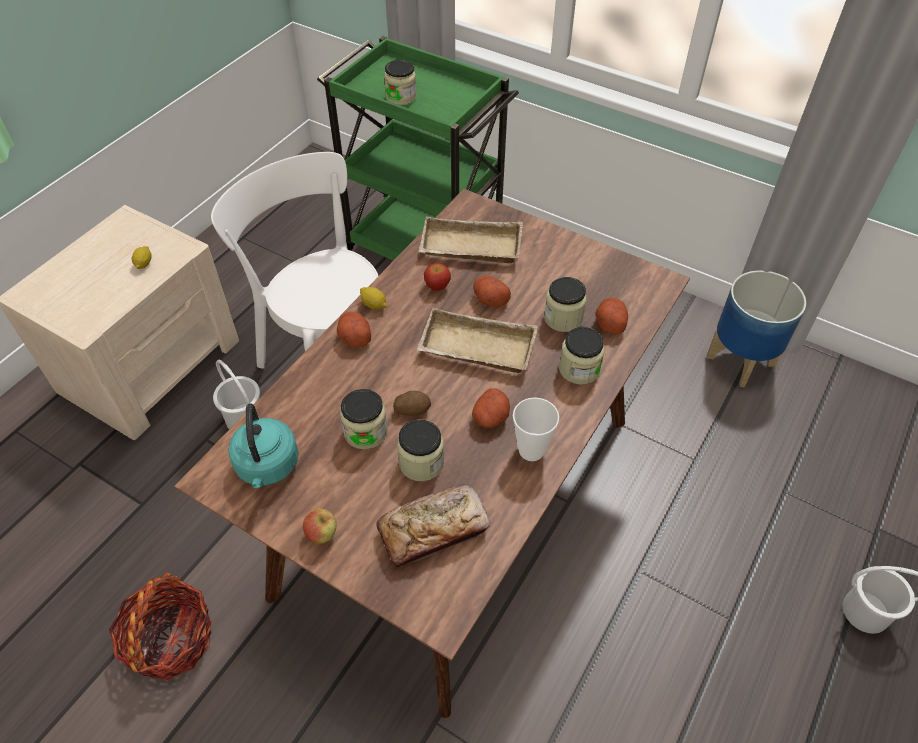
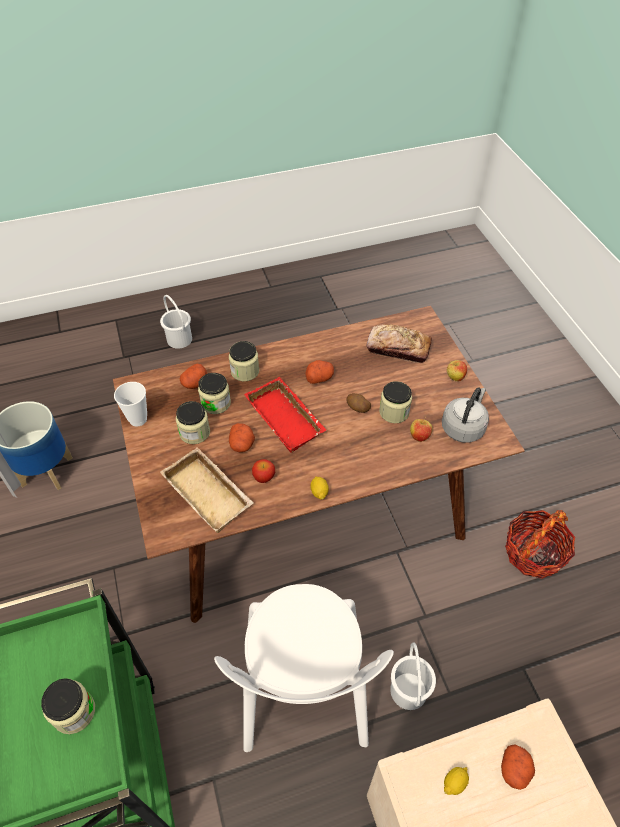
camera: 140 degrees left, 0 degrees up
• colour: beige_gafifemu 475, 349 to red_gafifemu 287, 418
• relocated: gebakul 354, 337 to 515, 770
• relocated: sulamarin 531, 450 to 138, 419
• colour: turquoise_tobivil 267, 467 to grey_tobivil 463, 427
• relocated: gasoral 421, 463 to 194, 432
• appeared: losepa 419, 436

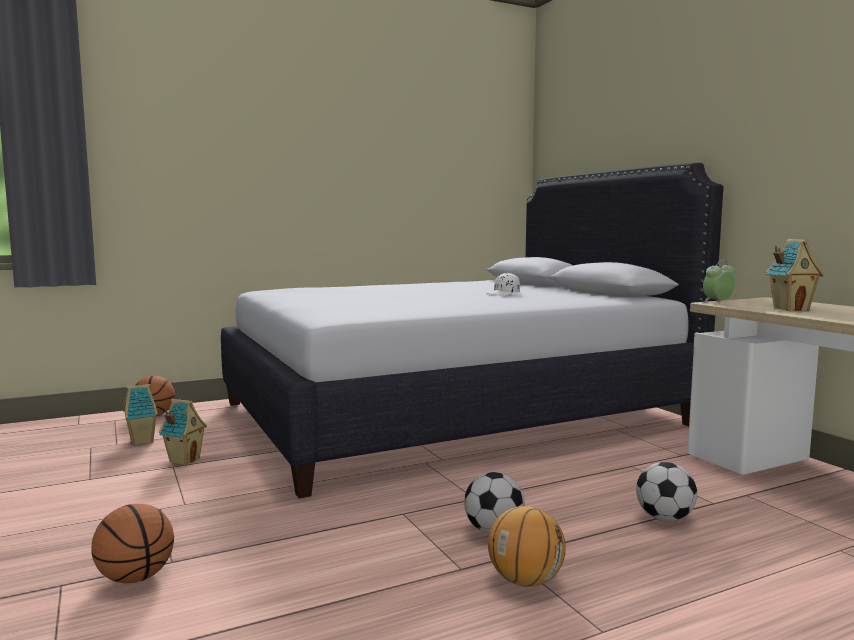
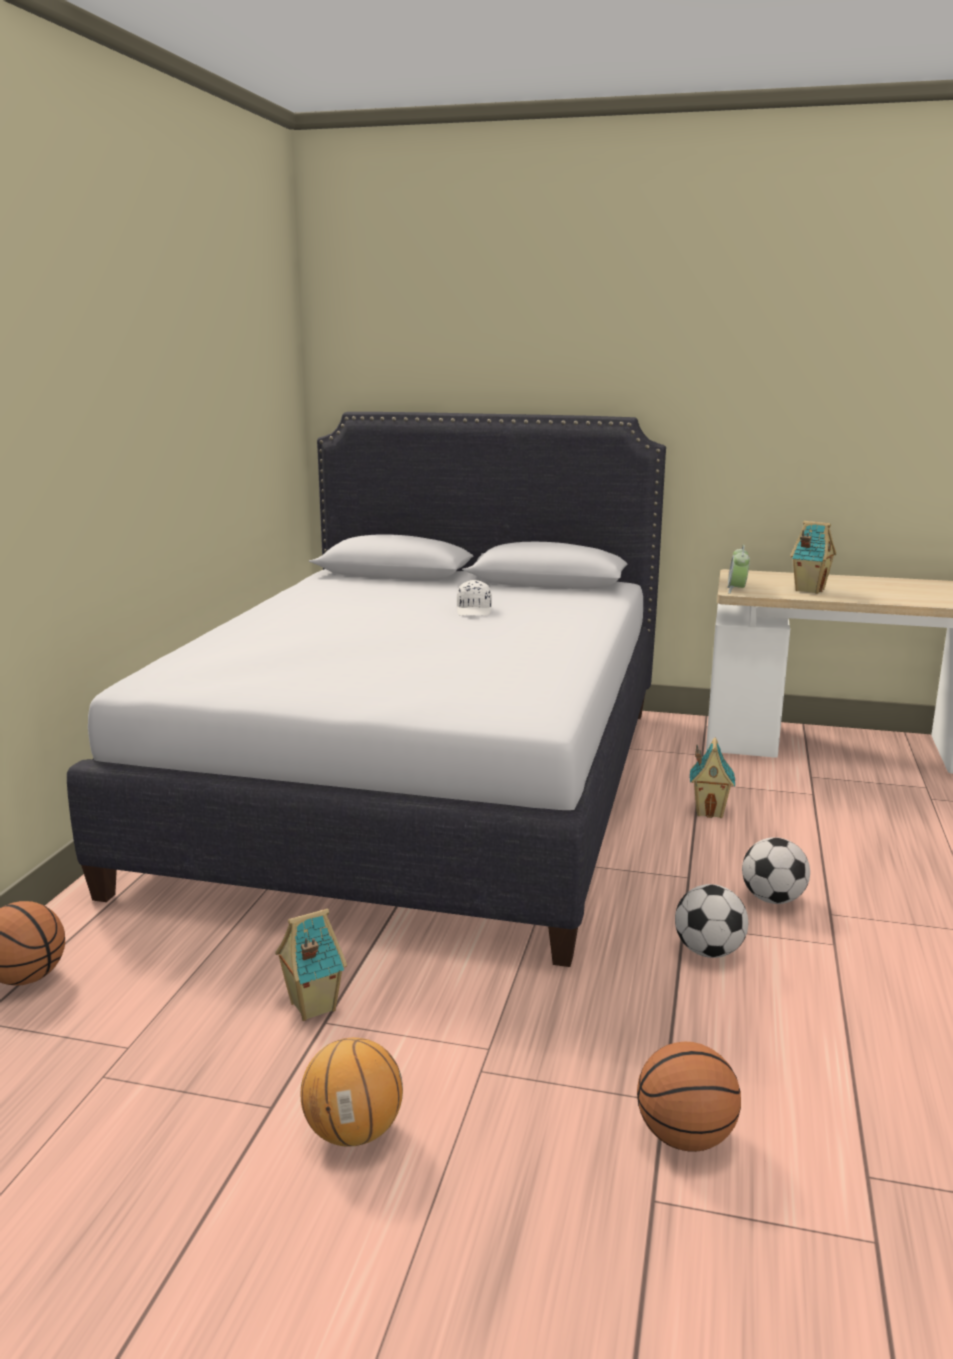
camera: 50 degrees left, 10 degrees up
• relocated: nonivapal 143, 441 to 710, 811
• relocated: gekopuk 664, 518 to 708, 951
• relocated: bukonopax 525, 581 to 353, 1132

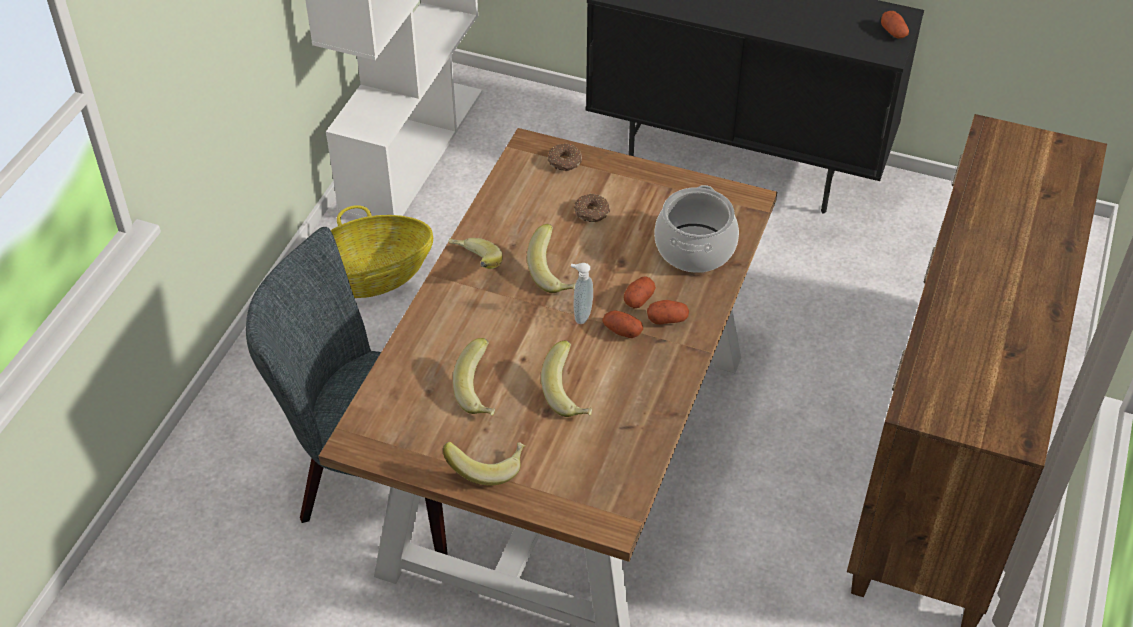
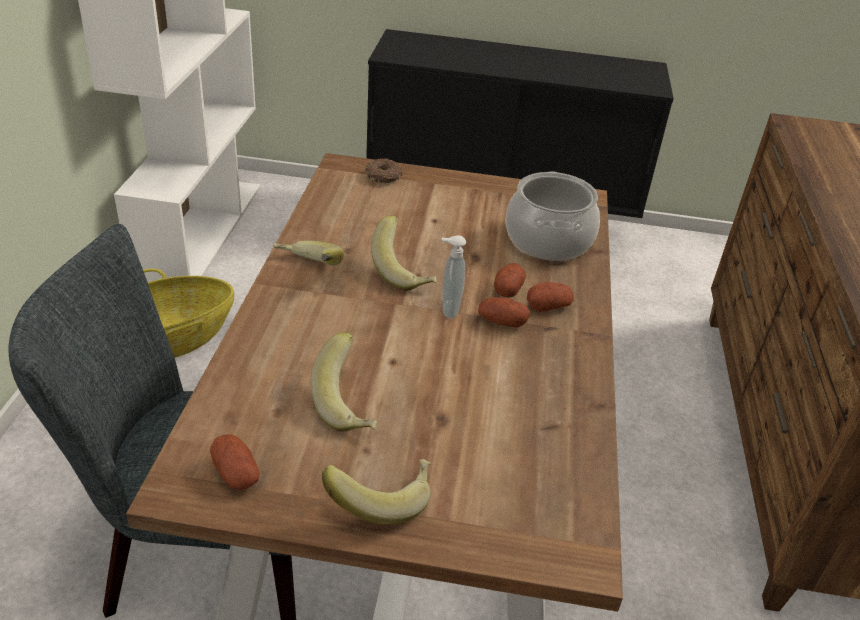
camera: 15 degrees left, 10 degrees down
• relocated: gebakul 893, 32 to 236, 473
• missing: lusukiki 591, 213
• missing: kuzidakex 571, 394

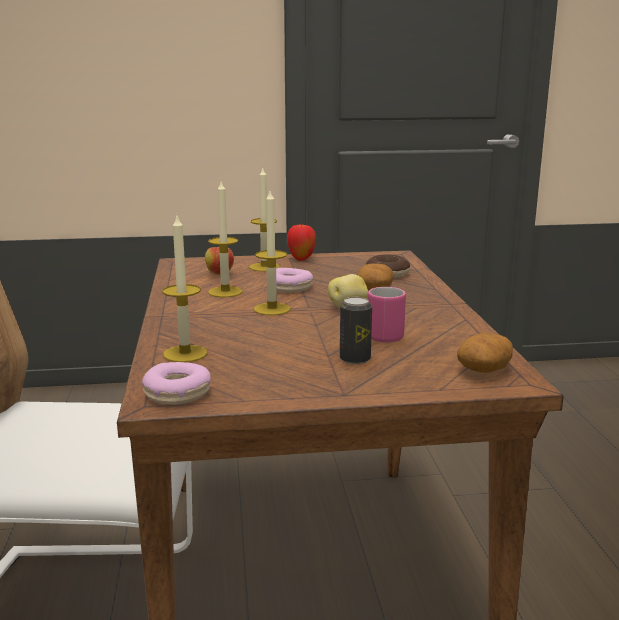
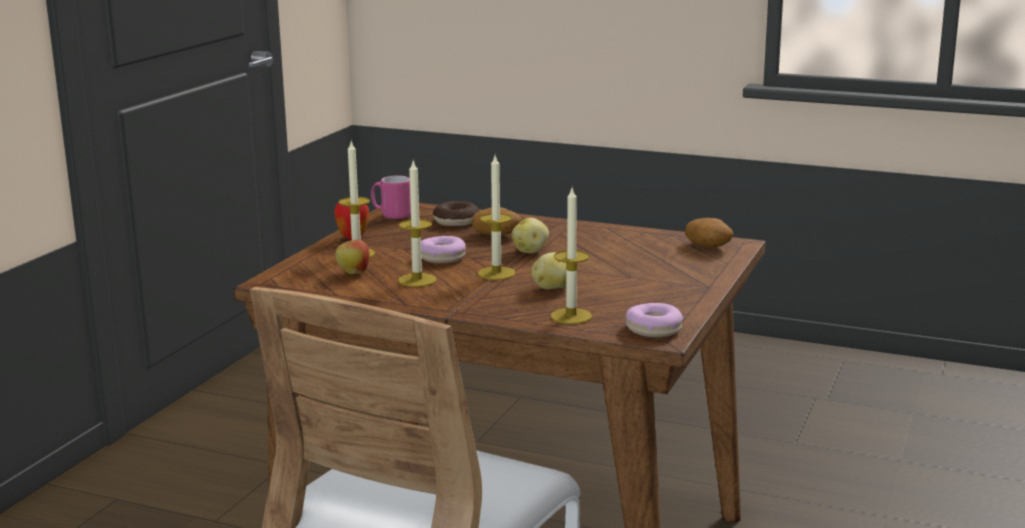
camera: 60 degrees left, 0 degrees up
• relocated: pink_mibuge 382, 335 to 391, 215
• missing: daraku 355, 359
• appeared: gebakul 552, 288

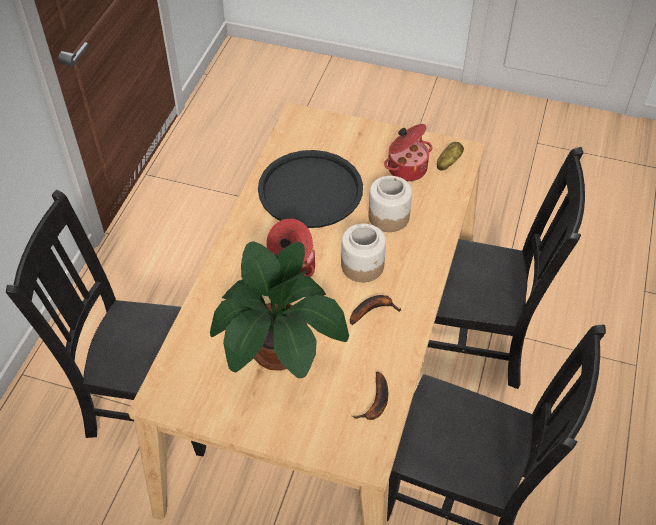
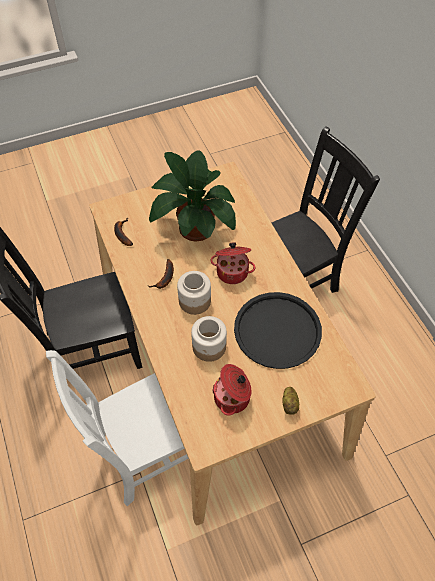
camera: 140 degrees right, 5 degrees up
• relocated: gebakul 448, 163 to 290, 404
• colour: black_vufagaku 470, 341 to white_vufagaku 149, 451

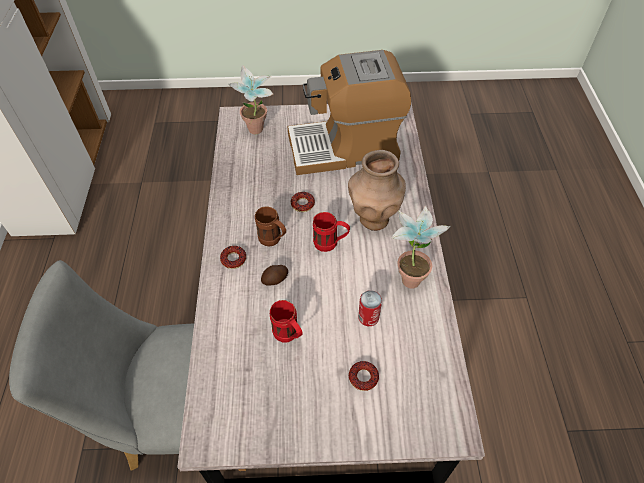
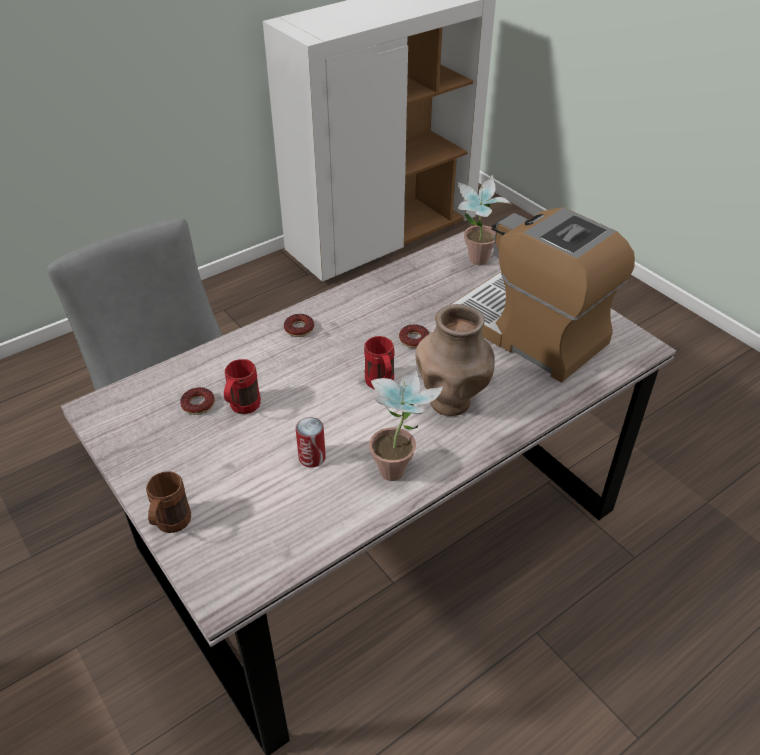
camera: 55 degrees right, 10 degrees down
• relocated: brown_mibuge 273, 241 to 170, 527
• missing: gebakul 275, 279
• relocated: lusukiki 363, 377 to 198, 404

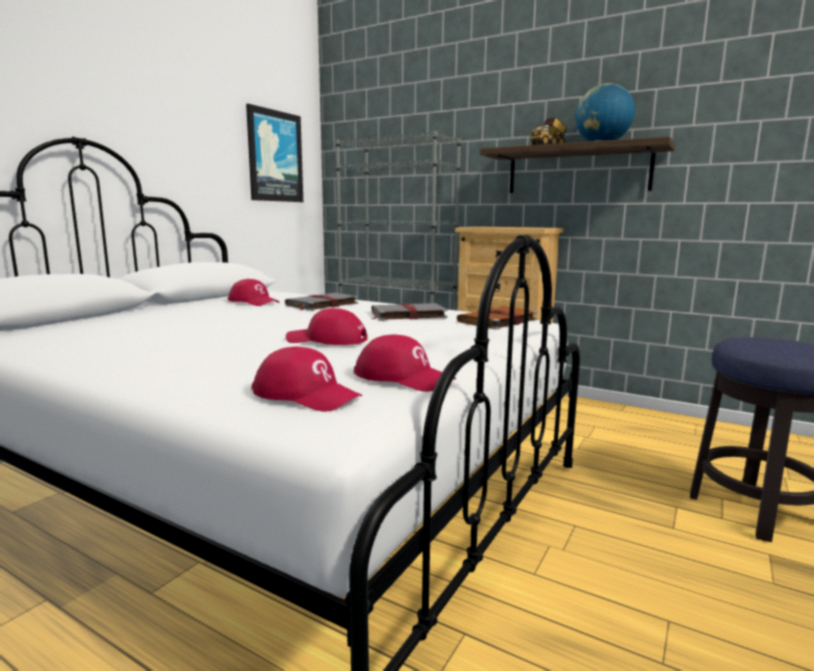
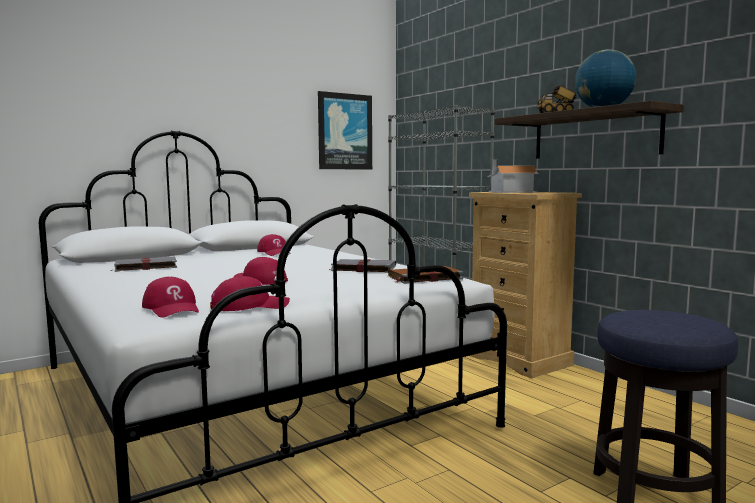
camera: 25 degrees right, 5 degrees down
• relocated: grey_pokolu 321, 304 to 144, 266
• spun: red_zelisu 404, 377 = 249, 306 75 degrees counterclockwise
• appeared: nonivapal 508, 192

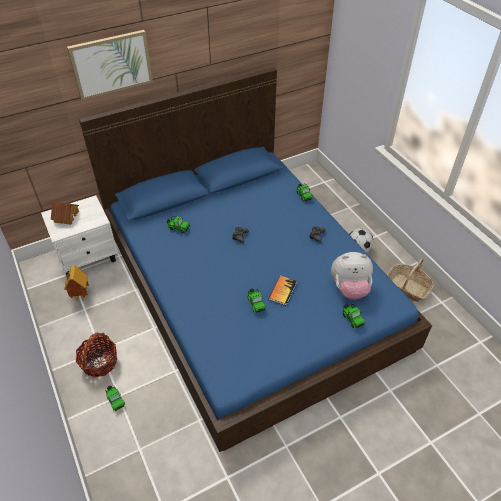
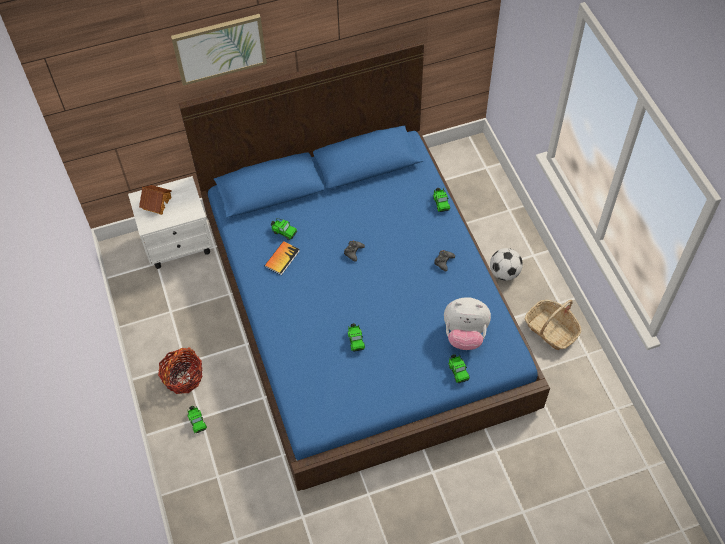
camera: 10 degrees right, 10 degrees up
• missing: nonivapal 79, 296
• relocated: pokolu 282, 291 to 282, 258

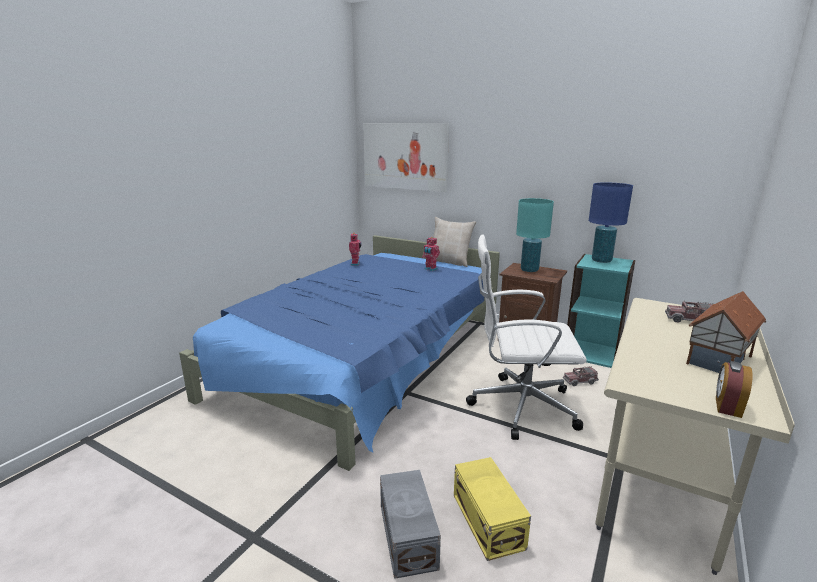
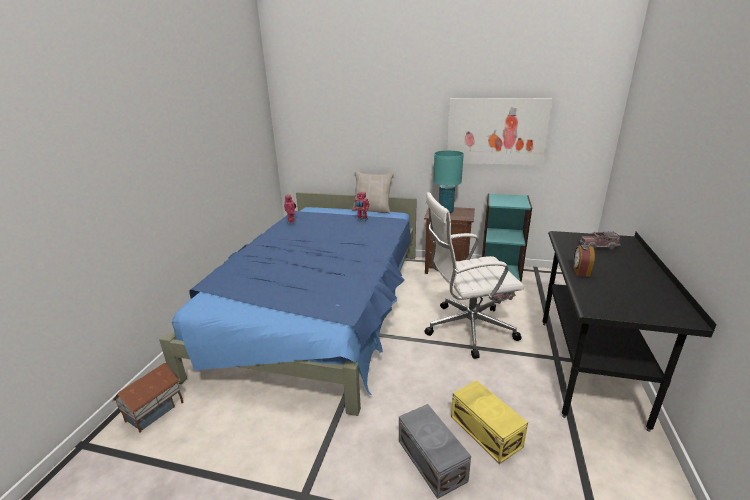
camera: 15 degrees left, 5 degrees up
• relocated: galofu 405, 156 to 496, 131
• missing: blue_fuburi 601, 260
• relocated: nonivapal 720, 360 to 155, 412
• colour: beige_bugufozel 660, 480 to black_bugufozel 588, 368
• relocated: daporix 727, 407 to 580, 272

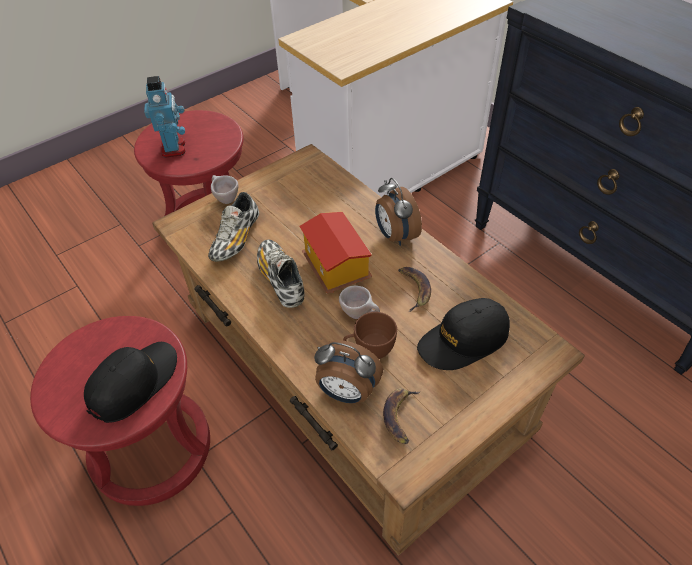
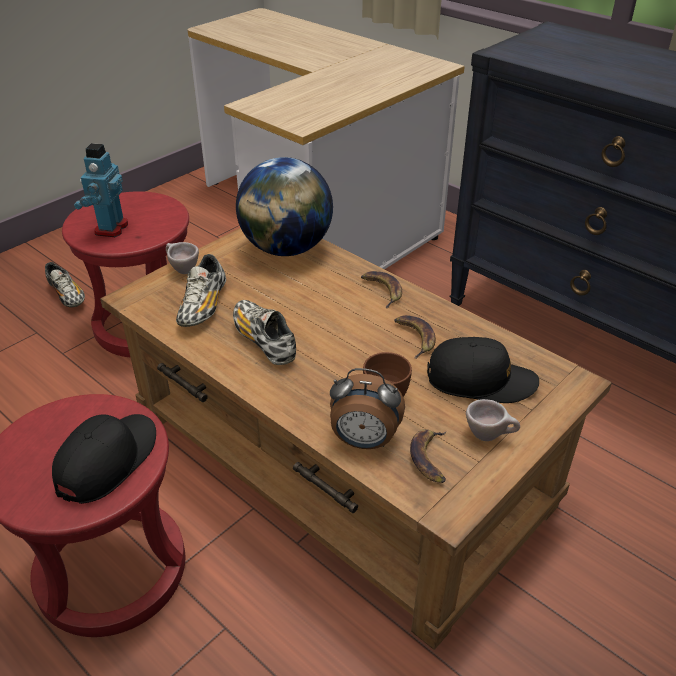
camera: 10 degrees left, 10 degrees down
• spun: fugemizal 174, 148 = 110, 228 150 degrees counterclockwise
• exchanged: daporix 395, 235 to kuzidakex 382, 290
• missing: nonivapal 335, 268
• relocated: beige_sulamarin 360, 314 to 489, 435
• spun: black_zelisu 463, 340 = 480, 380 135 degrees counterclockwise
• appeared: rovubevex 286, 249
• appeared: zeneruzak 67, 296

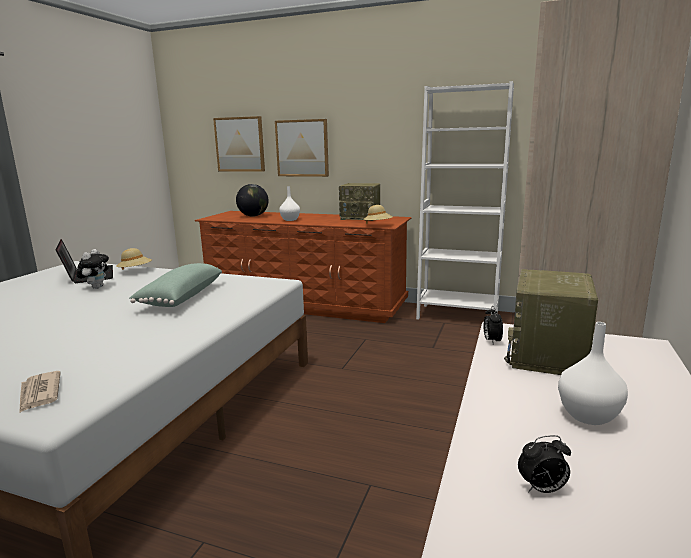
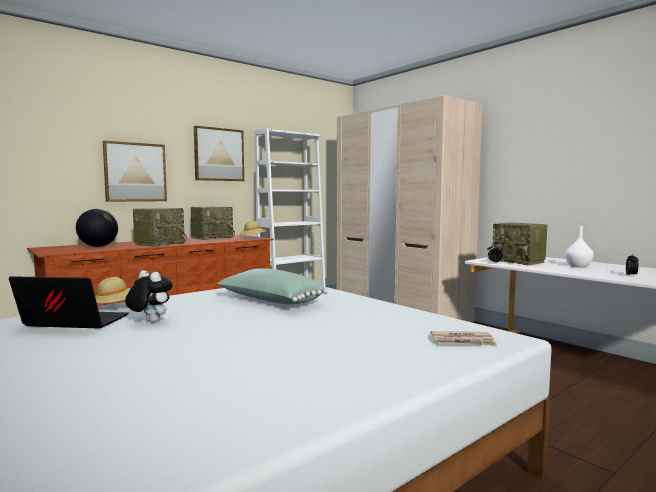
camera: 60 degrees left, 10 degrees down
• relocated: galofu 240, 144 to 219, 154
• exchanged: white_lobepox 290, 220 to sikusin 160, 244

